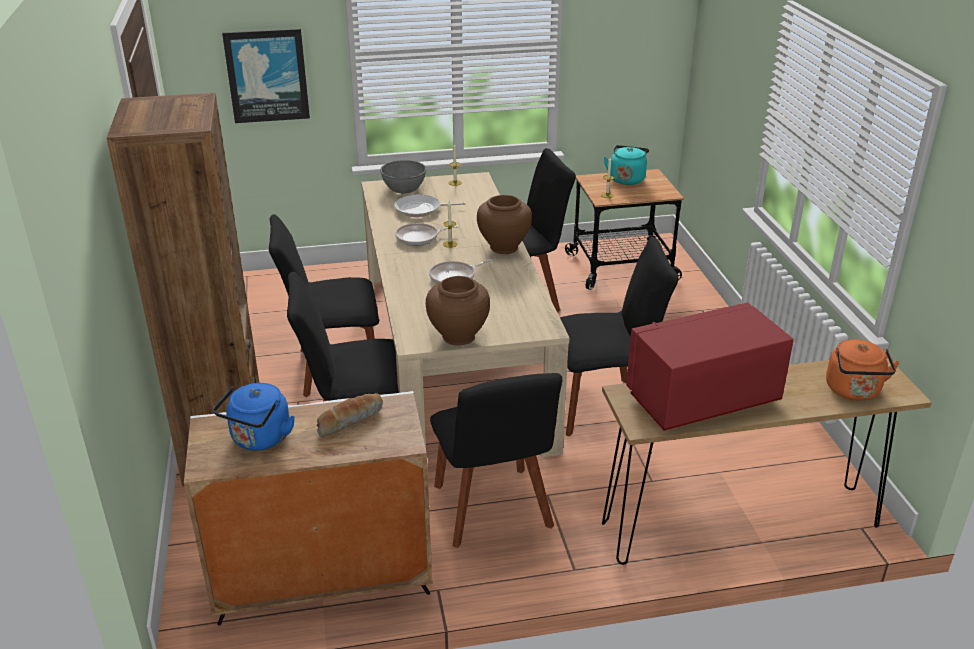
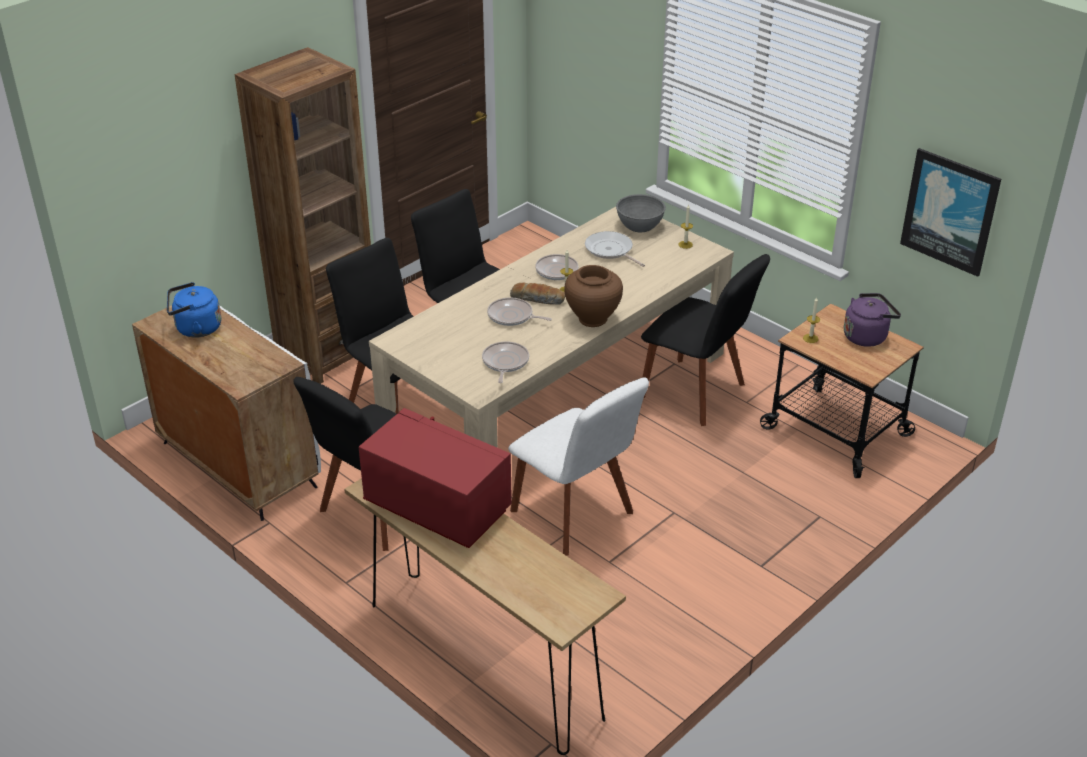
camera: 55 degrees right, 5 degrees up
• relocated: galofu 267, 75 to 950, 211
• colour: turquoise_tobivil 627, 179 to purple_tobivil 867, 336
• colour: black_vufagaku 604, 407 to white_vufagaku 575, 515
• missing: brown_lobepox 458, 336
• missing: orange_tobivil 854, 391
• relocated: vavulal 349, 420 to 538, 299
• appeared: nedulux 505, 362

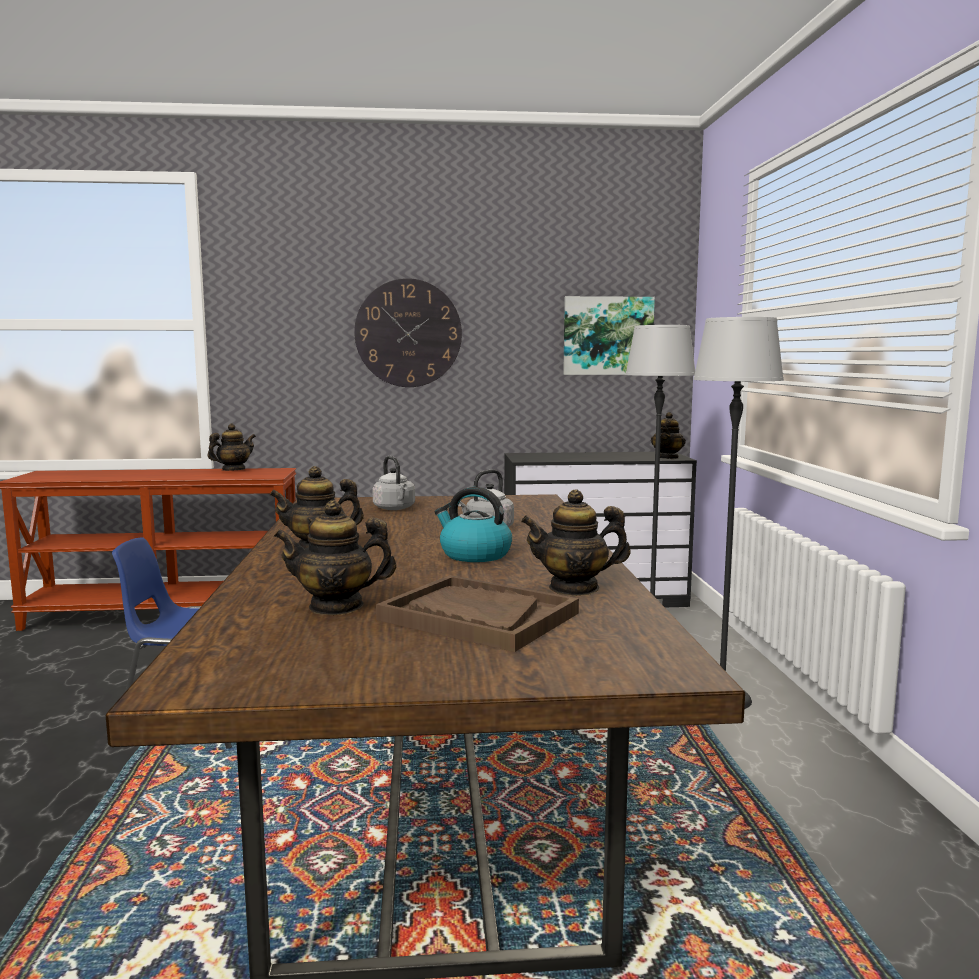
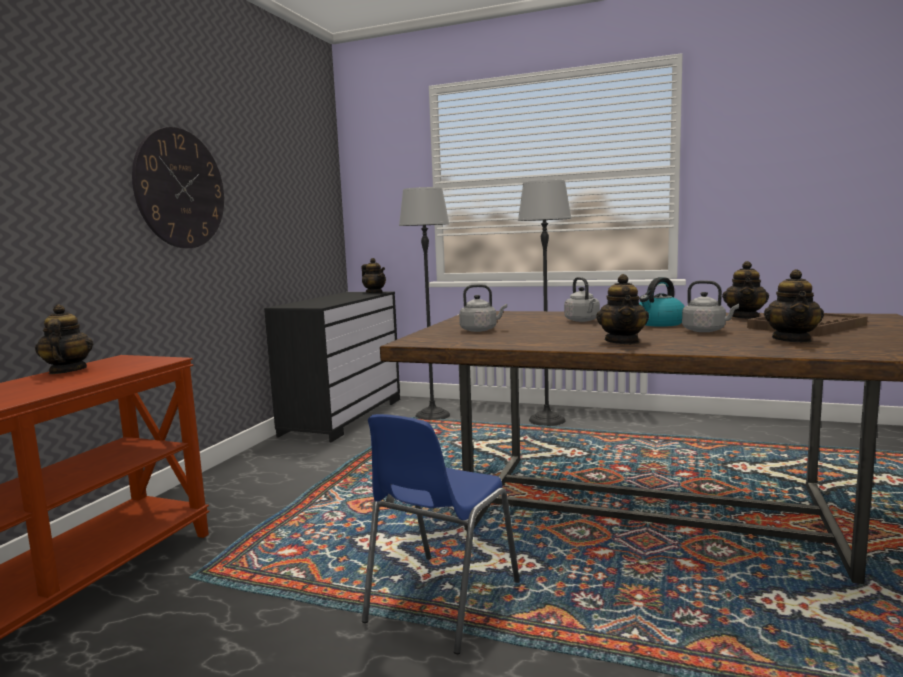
camera: 65 degrees left, 0 degrees up
• missing: galofu 607, 336
• appeared: grey_tobivil 706, 331

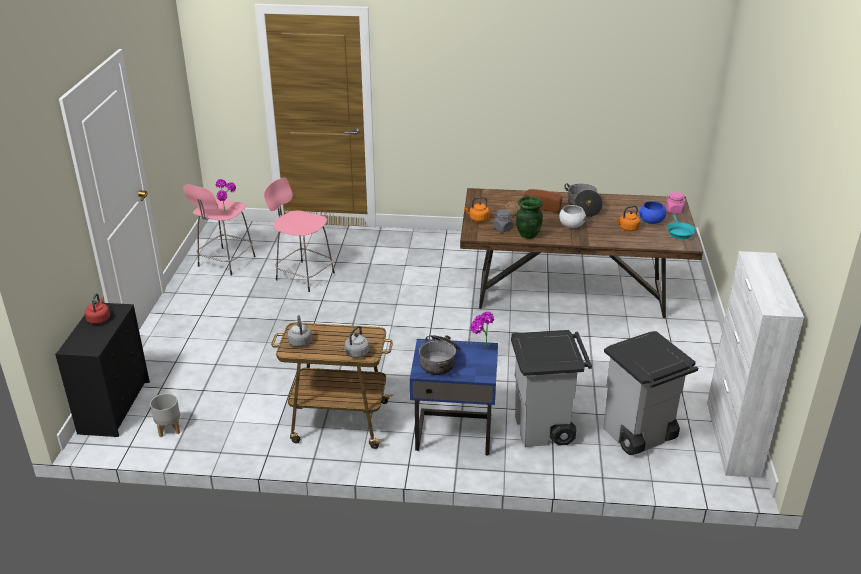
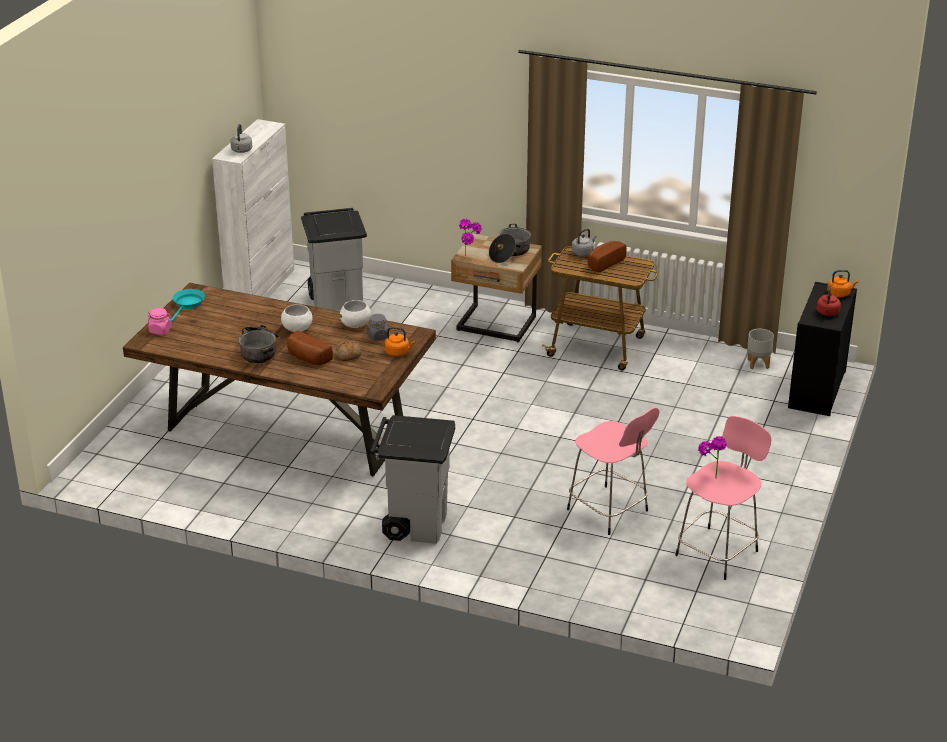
camera: 165 degrees left, 0 degrees up
• exchanged: green_lobepox 527, 235 to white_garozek 356, 325
• missing: blue_garozek 651, 221
• relocated: orange_tobivil 627, 228 to 839, 294
• relocated: grey_tobivil 300, 341 to 241, 151
• relocated: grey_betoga 544, 429 to 415, 523
• colour: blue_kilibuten 453, 432 to beige_kilibuten 496, 325
• appeared: vavulal 604, 263

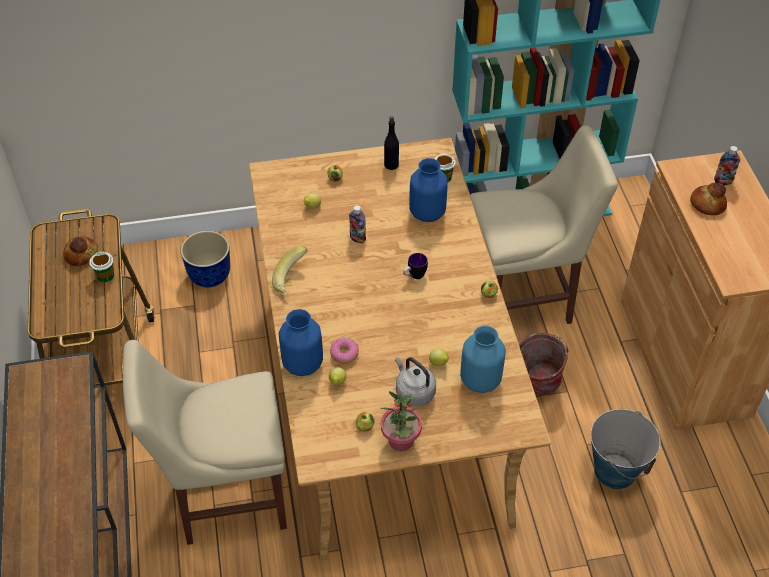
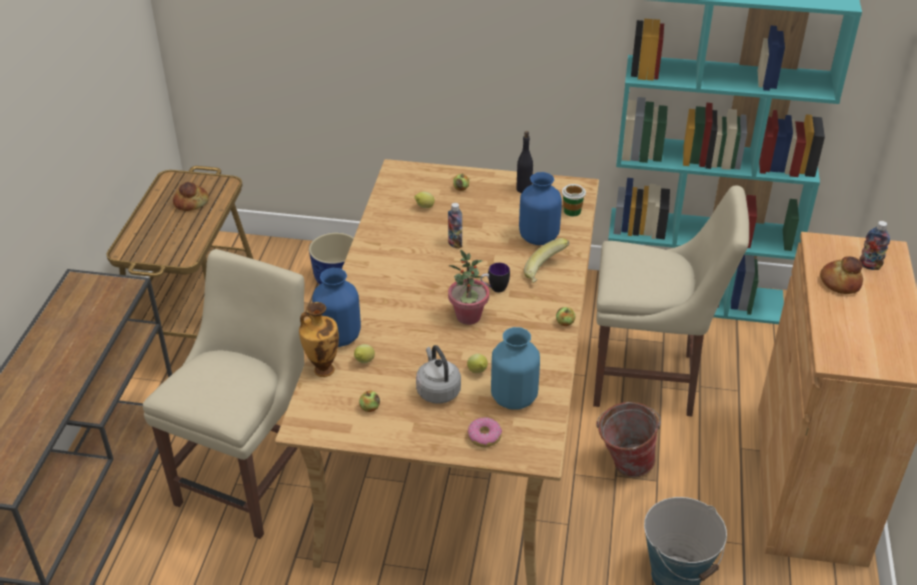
camera: 20 degrees right, 10 degrees down
• relocated: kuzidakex 292, 280 to 546, 273
• missing: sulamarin 105, 276
• relocated: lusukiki 344, 354 to 484, 436
• spun: beige_vufagaku 225, 496 = 250, 478 105 degrees clockwise
• relocated: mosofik 401, 441 to 468, 316
• appeared: lobepox 322, 369

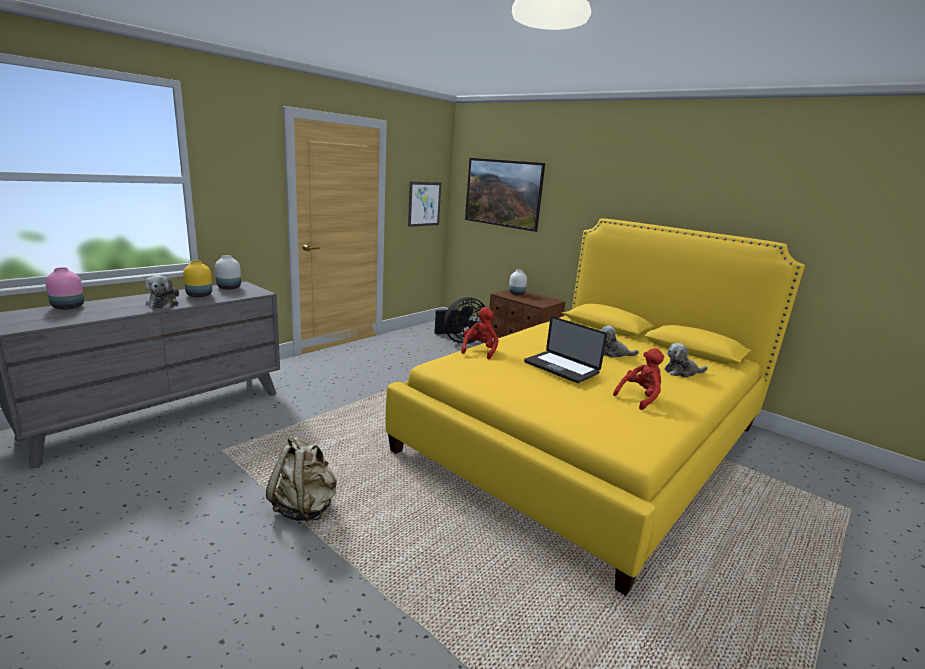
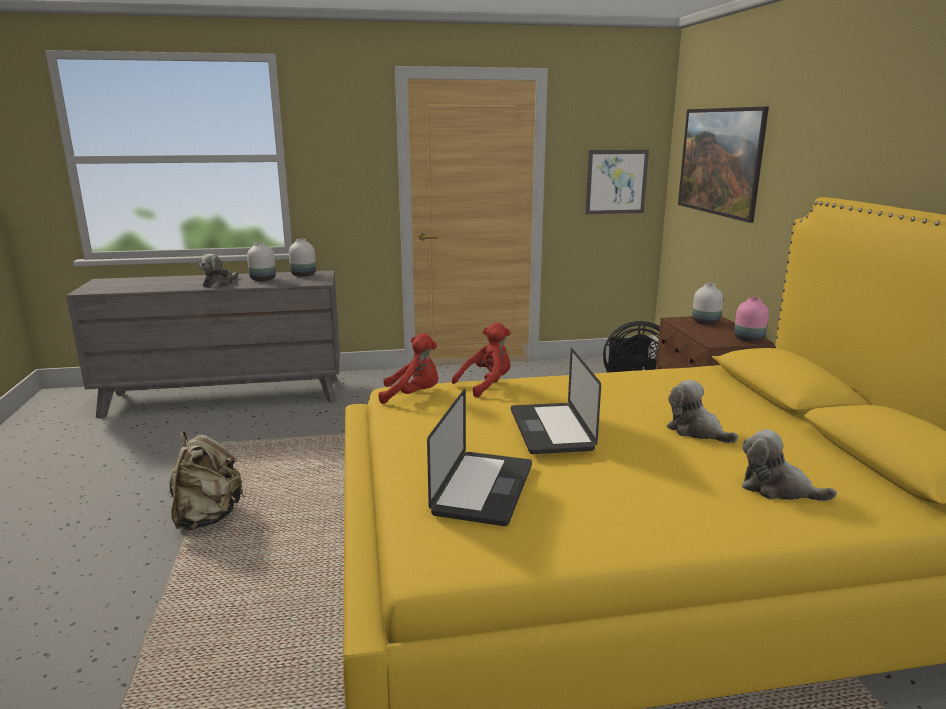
camera: 40 degrees right, 0 degrees up
• colour: yellow_lobepox 198, 295 to white_lobepox 263, 279
• relocated: pink_lobepox 68, 307 to 748, 339
• relocated: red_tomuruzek 639, 398 to 413, 395
• appeared: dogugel 483, 489

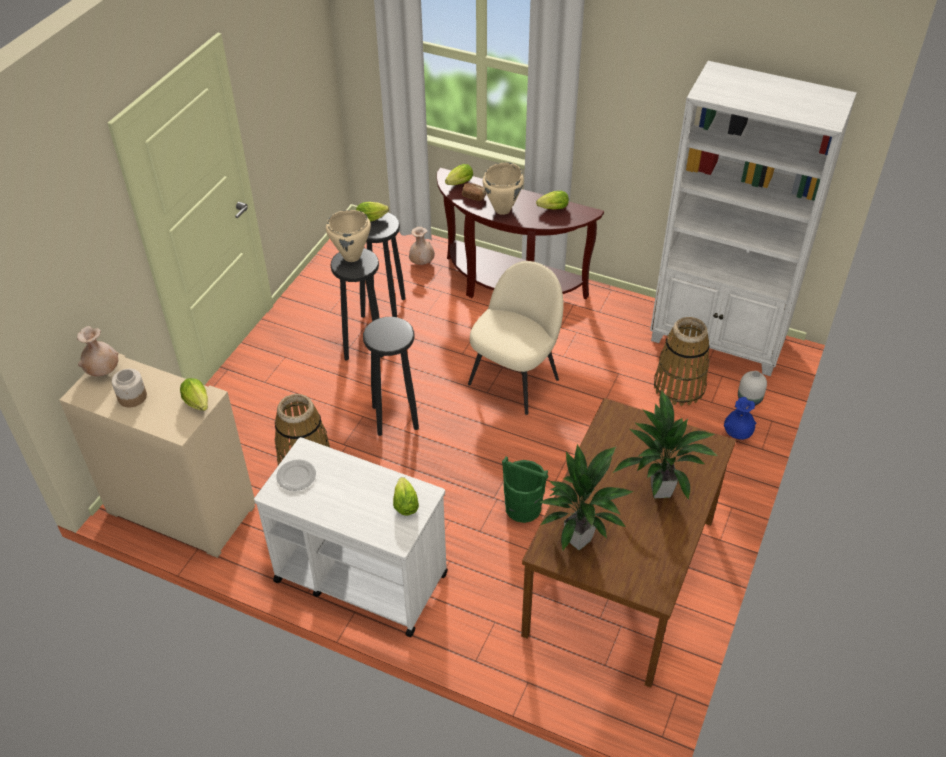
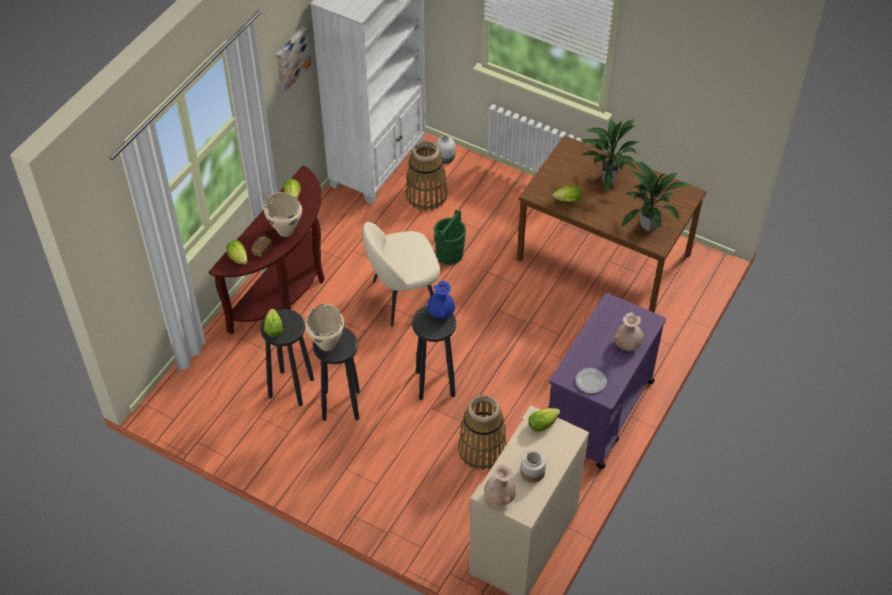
camera: 85 degrees left, 5 degrees up
• relocated: beige_lobepox 422, 262 to 627, 344
• spun: beige_vufagaku 515, 380 = 403, 297 60 degrees counterclockwise
• relocated: blue_lobepox 737, 434 to 441, 313
• colour: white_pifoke 360, 576 to purple_pifoke 599, 412
• relocated: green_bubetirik 523, 508 to 450, 254
• relocated: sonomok 405, 503 to 566, 200
• appeared: galofu 291, 58

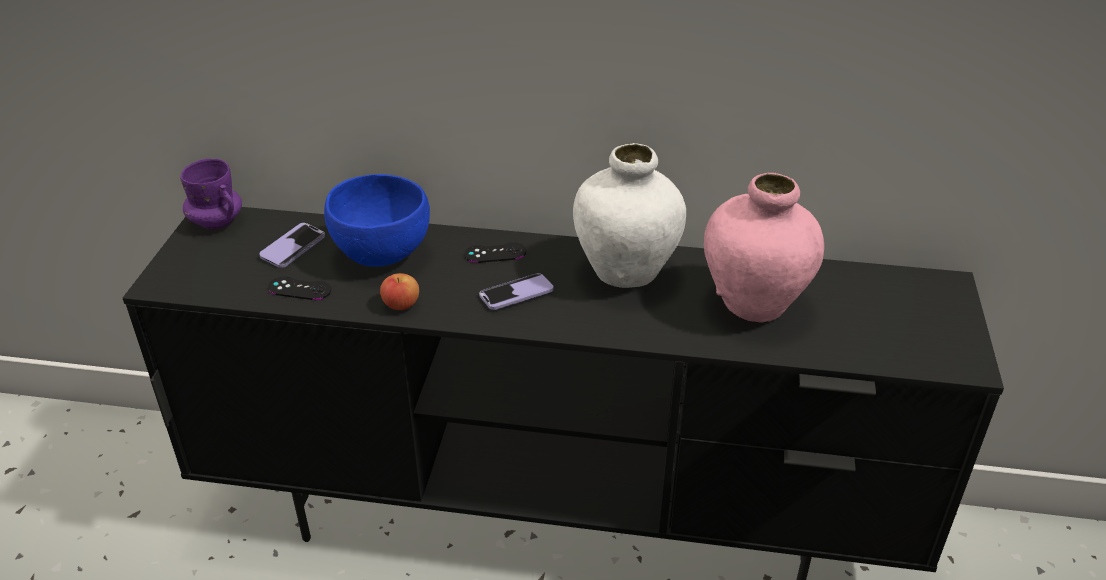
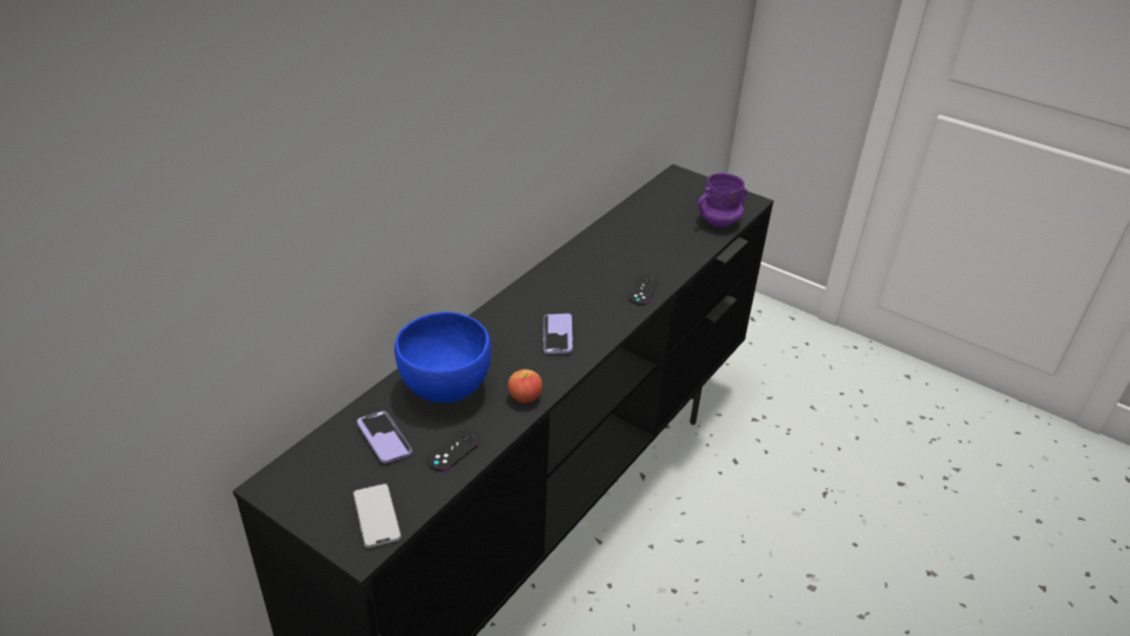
camera: 65 degrees left, 0 degrees up
• missing: white_lobepox 626, 272
• relocated: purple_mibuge 216, 221 to 719, 222
• missing: pink_lobepox 753, 304
• relocated: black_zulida 495, 253 to 643, 290
• appeared: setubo 376, 516

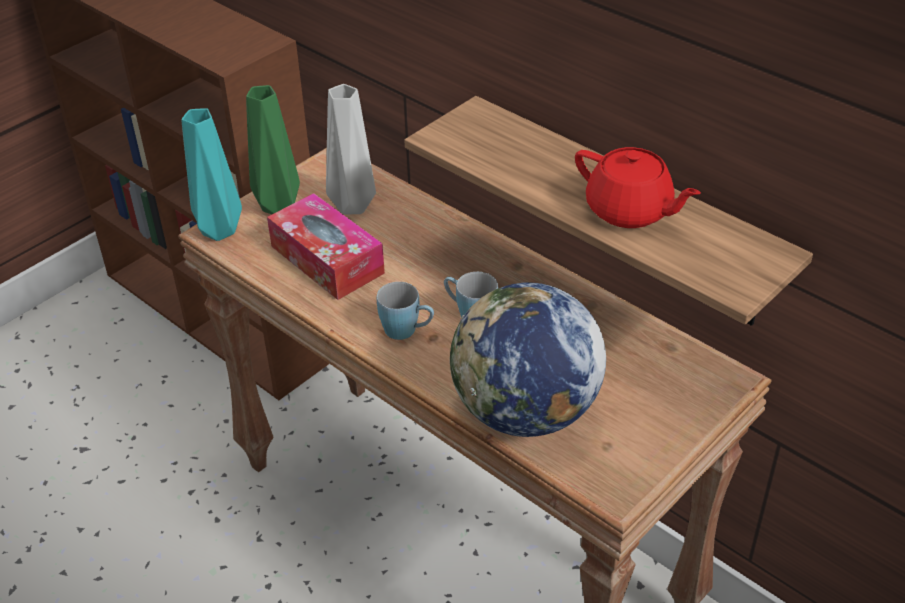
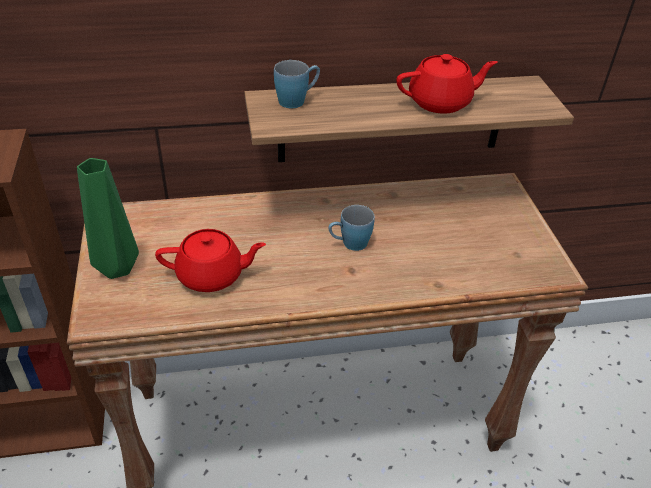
camera: 55 degrees left, 0 degrees up
• missing: grey_lobepox 354, 205
• missing: turquoise_lobepox 221, 230
• exchanged: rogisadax 327, 259 to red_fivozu 212, 275
• relocated: blue_mibuge 407, 331 to 297, 100
• missing: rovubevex 525, 412

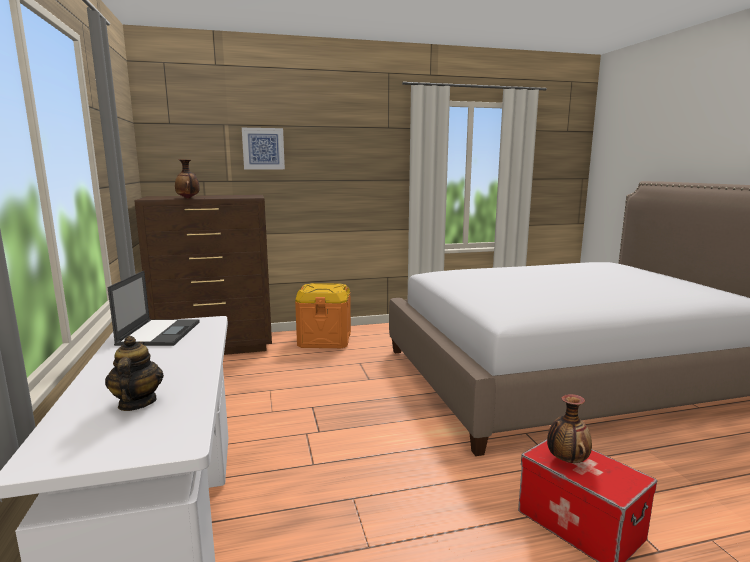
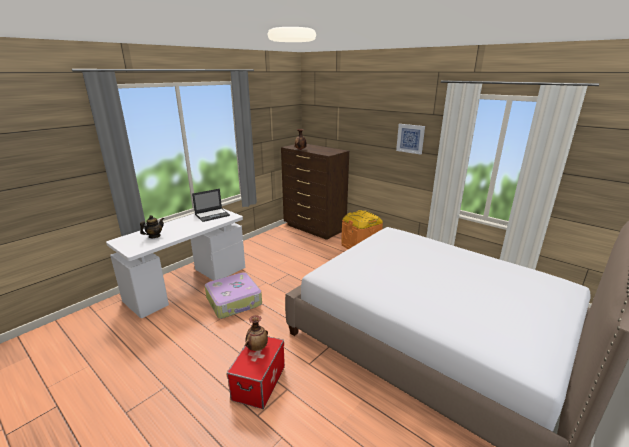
camera: 55 degrees right, 10 degrees up
• relocated: galofu 263, 148 to 410, 138
• appeared: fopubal 234, 301

